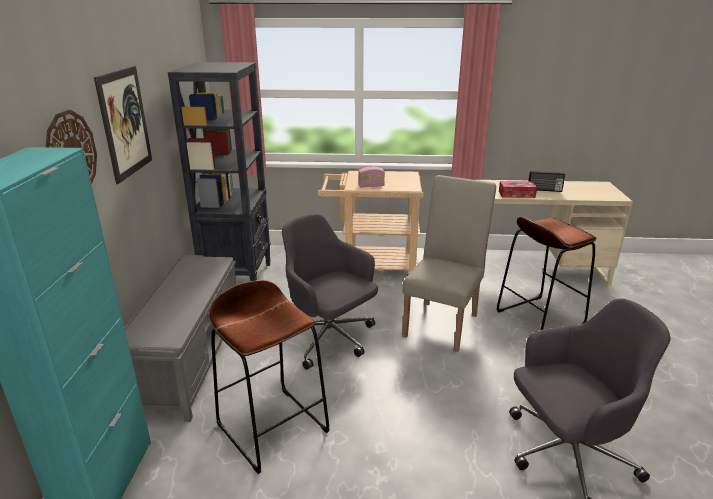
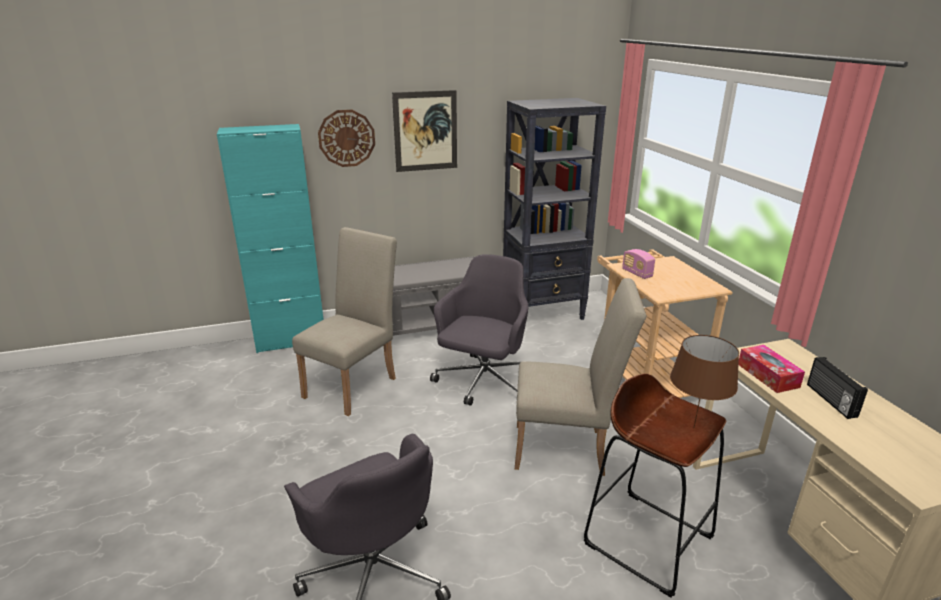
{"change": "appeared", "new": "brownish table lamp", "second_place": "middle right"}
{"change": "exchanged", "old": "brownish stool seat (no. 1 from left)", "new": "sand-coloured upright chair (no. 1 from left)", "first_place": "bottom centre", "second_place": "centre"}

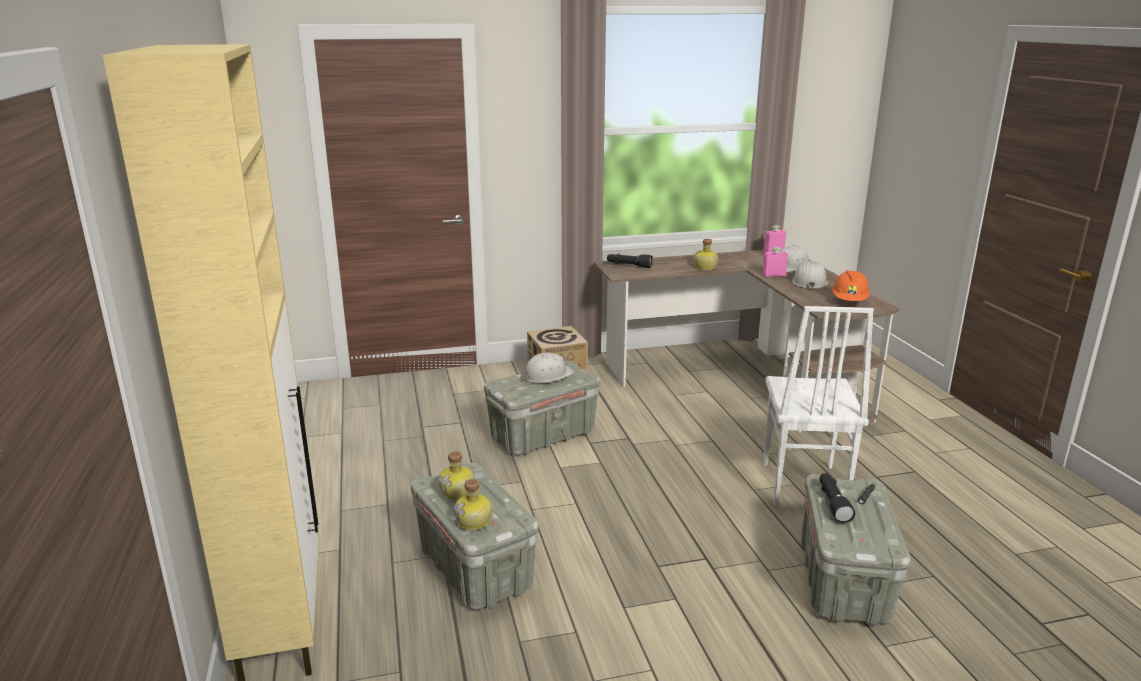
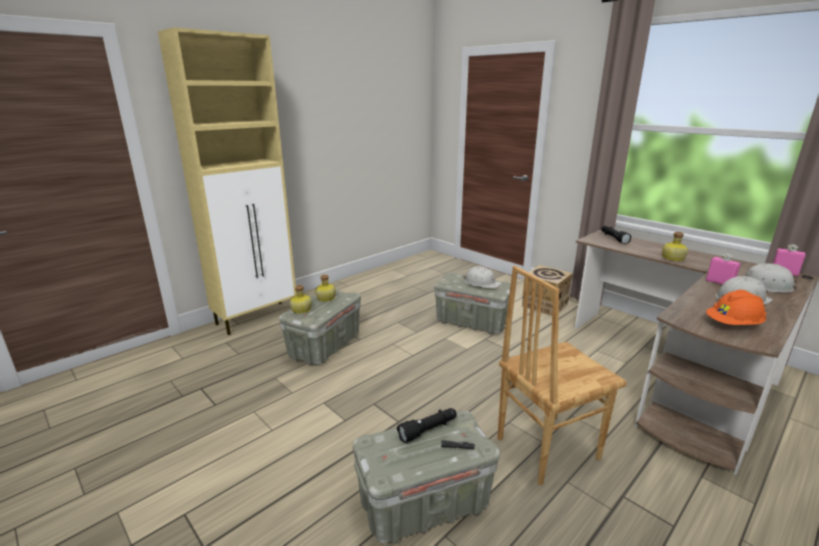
{"change": "colour", "old": "white upright chair", "new": "brownish upright chair", "first_place": "middle right", "second_place": "bottom right"}

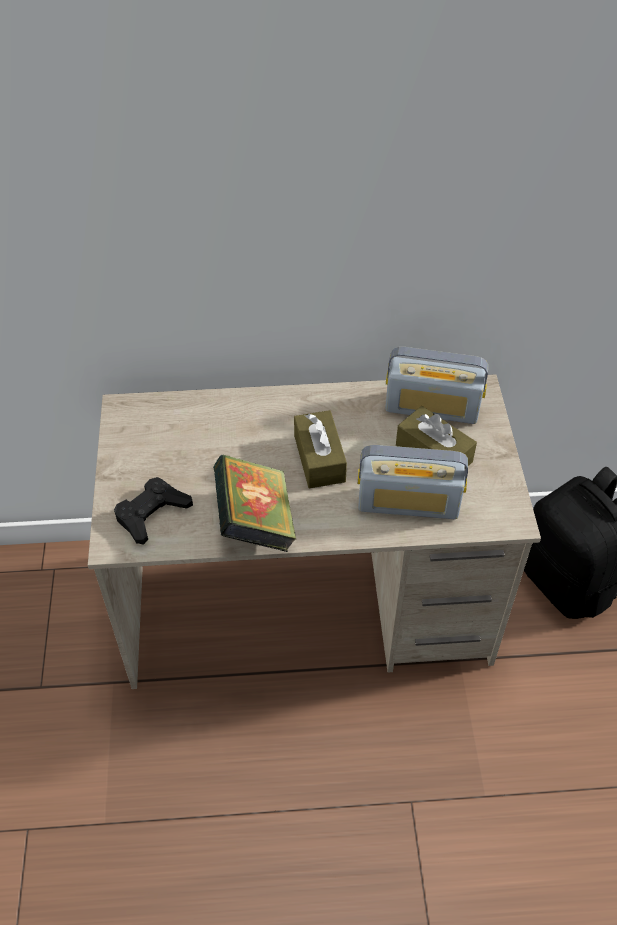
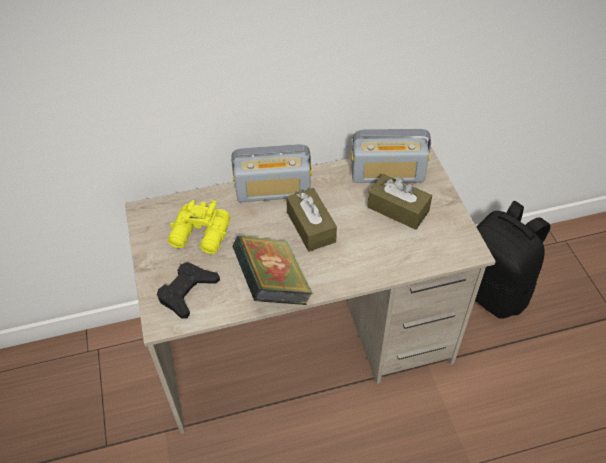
{"change": "appeared", "new": "yellow-coloured binoculars", "second_place": "middle left"}
{"change": "relocated", "old": "radio (no. 1 from left)", "first_place": "middle right", "second_place": "centre"}

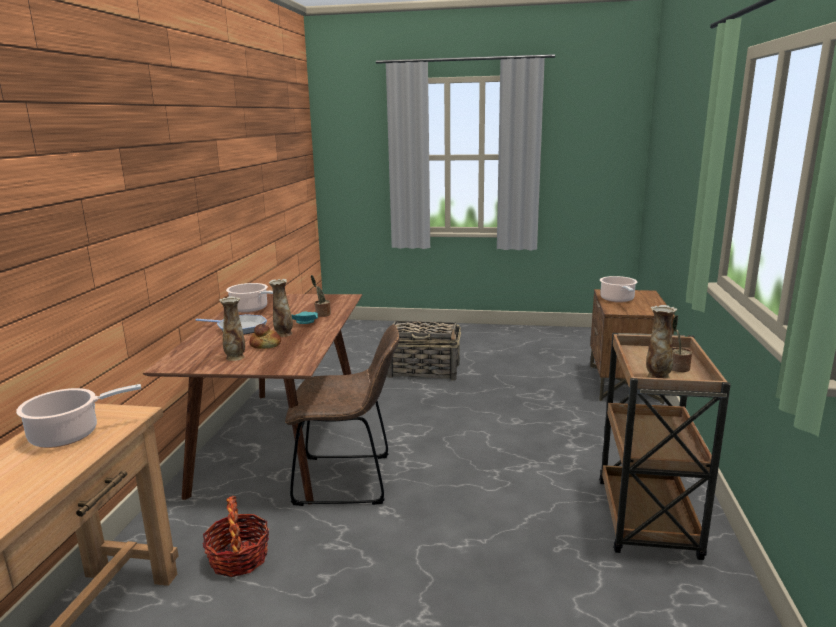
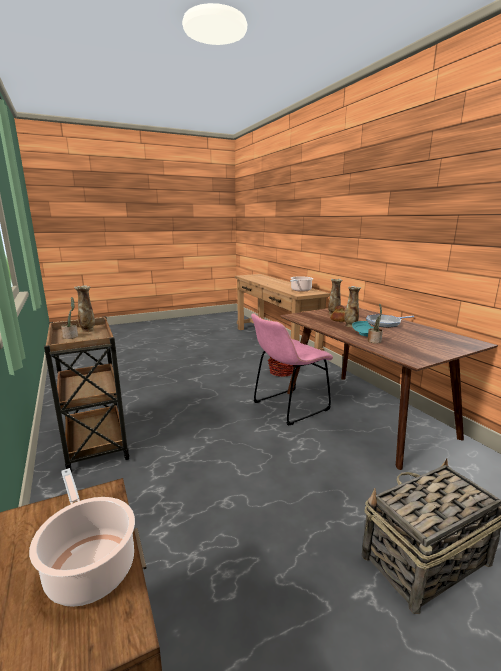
{"change": "missing", "old": "cooking pot (no. 2 from left)", "first_place": "middle left"}
{"change": "colour", "old": "brownish upright chair", "new": "pink-coloured upright chair", "first_place": "centre", "second_place": "centre"}

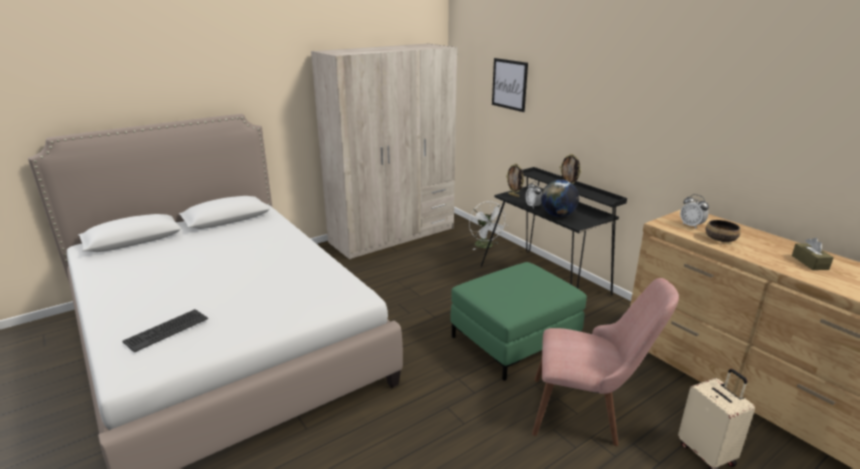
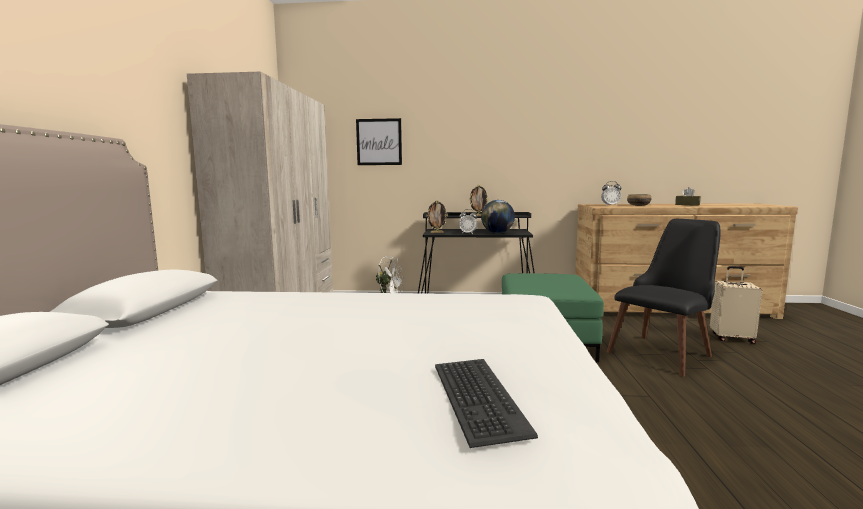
{"change": "colour", "old": "pink-coloured upright chair", "new": "black-coloured upright chair", "first_place": "bottom right", "second_place": "middle right"}

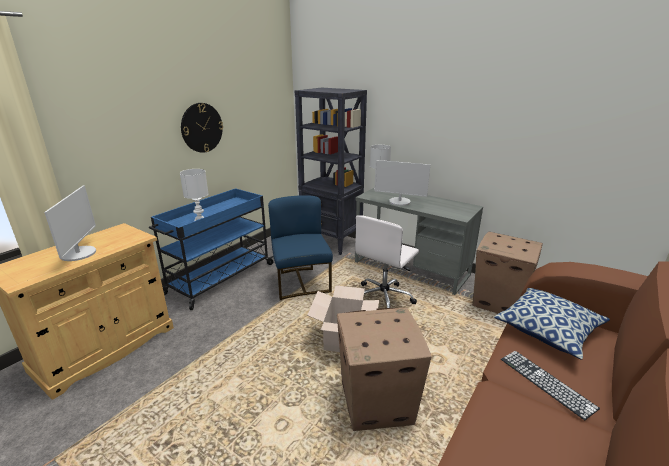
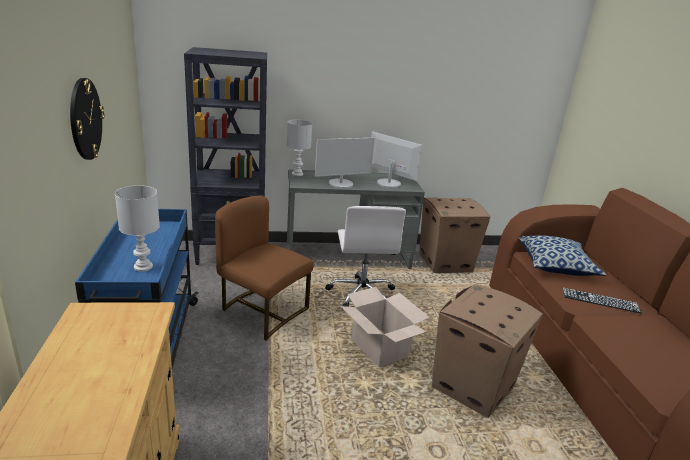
{"change": "relocated", "old": "monitor (no. 1 from left in the first image)", "new": "monitor (no. 2 from left)", "first_place": "middle left", "second_place": "centre"}
{"change": "colour", "old": "blue-coloured upright chair", "new": "brownish upright chair", "first_place": "centre", "second_place": "centre"}

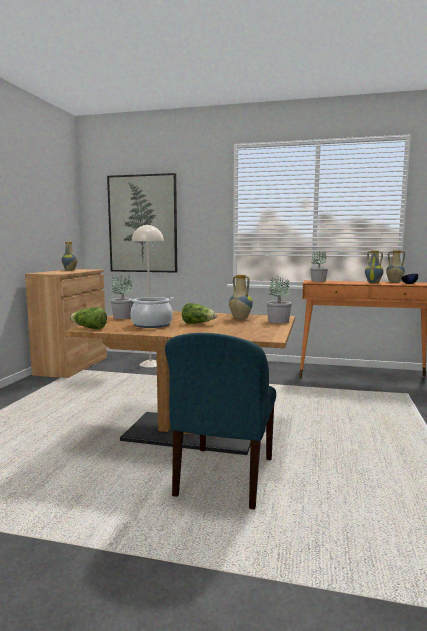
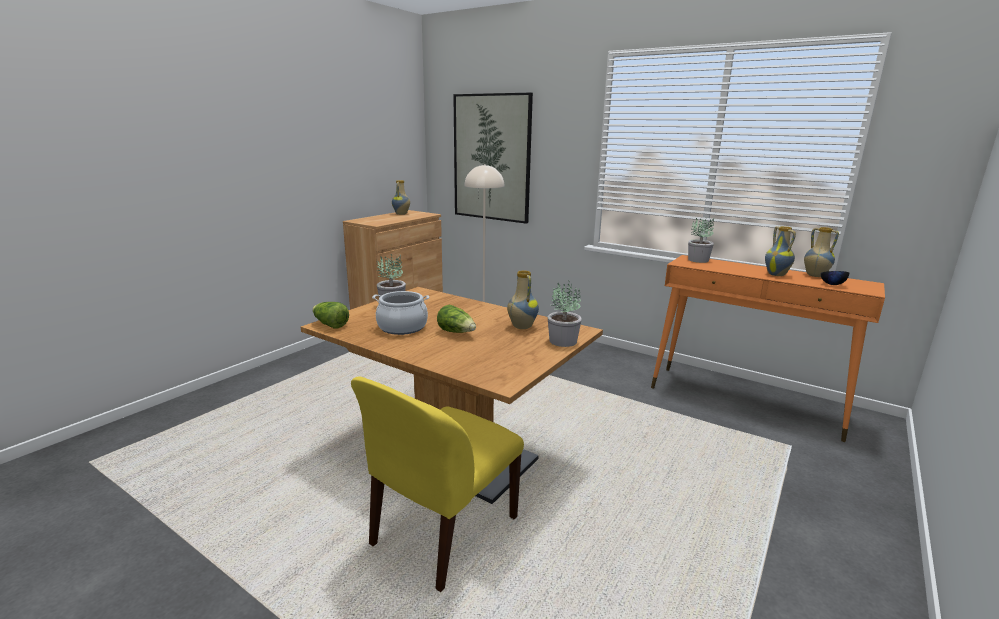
{"change": "colour", "old": "blue-coloured upright chair", "new": "yellow-coloured upright chair", "first_place": "bottom centre", "second_place": "bottom centre"}

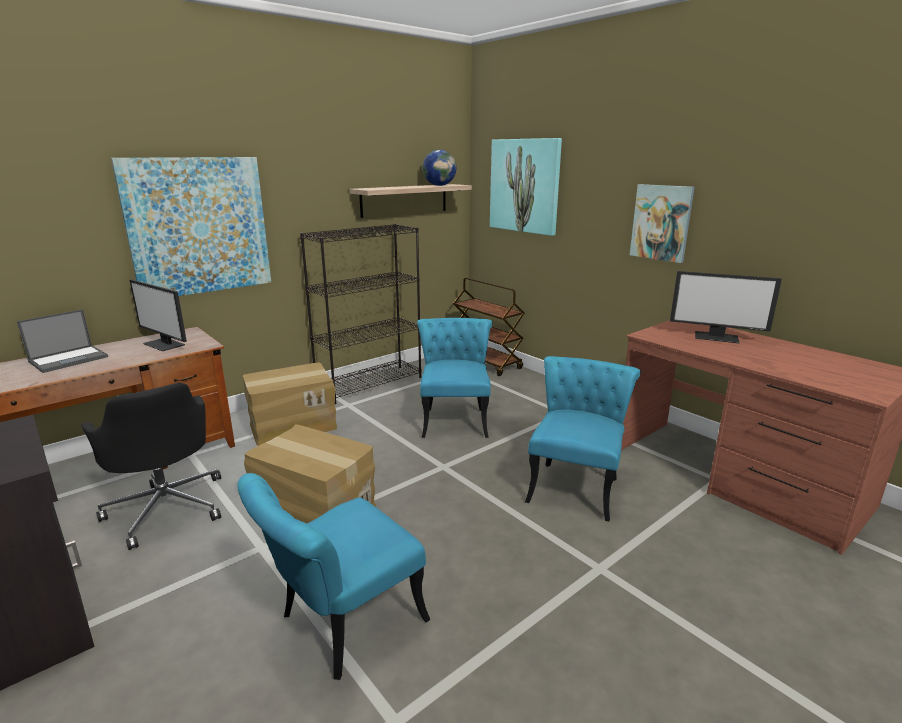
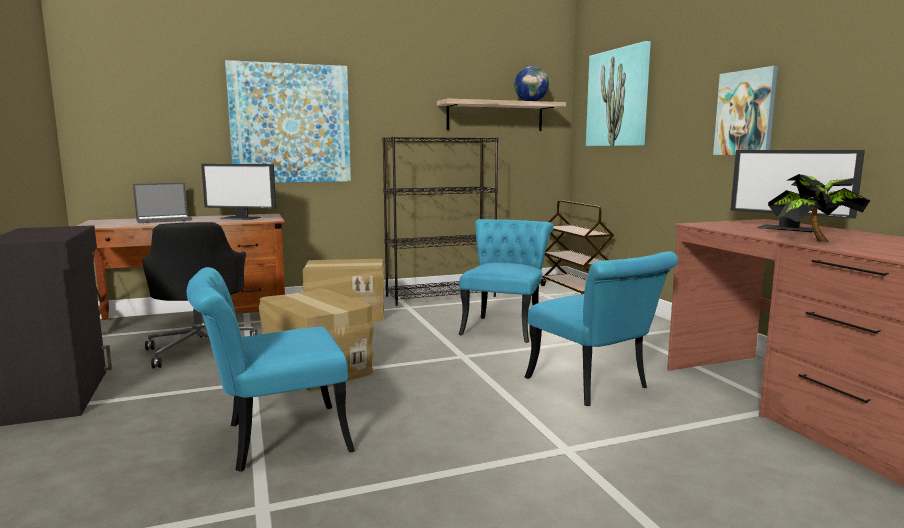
{"change": "appeared", "new": "potted plant", "second_place": "middle right"}
{"change": "spun", "old": "monitor (no. 1 from left)", "first_place": "middle left", "second_place": "middle left", "degrees": -45}
{"change": "spun", "old": "blue-green upright chair (no. 3 from left)", "first_place": "centre", "second_place": "centre", "degrees": 105}

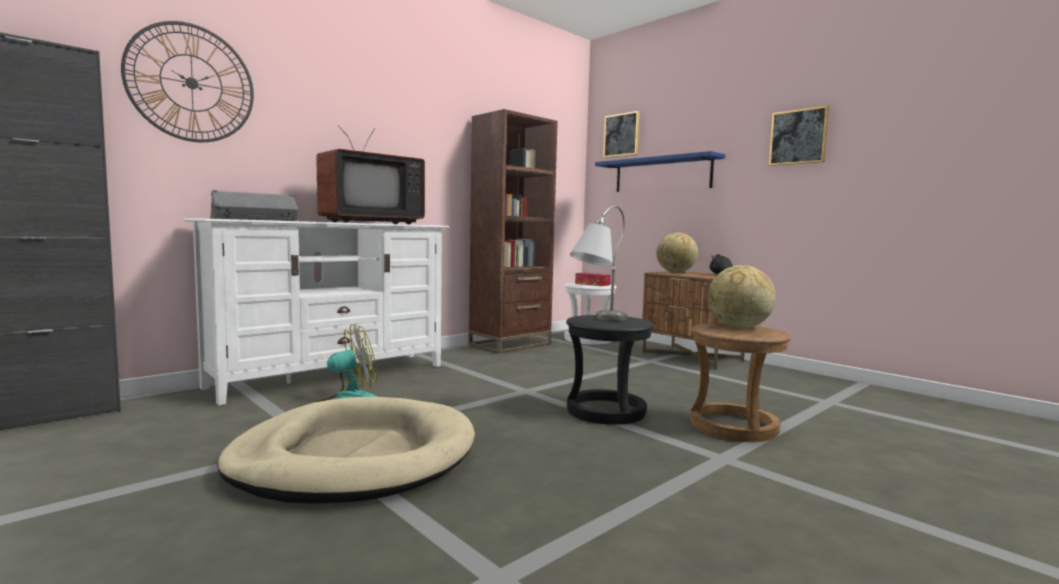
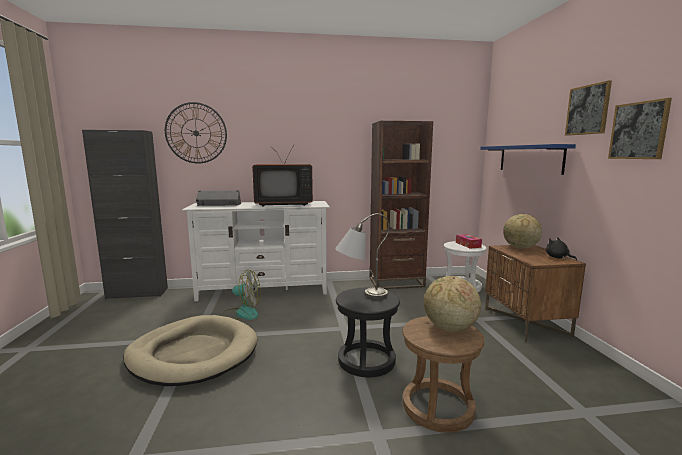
{"change": "relocated", "old": "picture (no. 1 from left)", "first_place": "top centre", "second_place": "top right"}

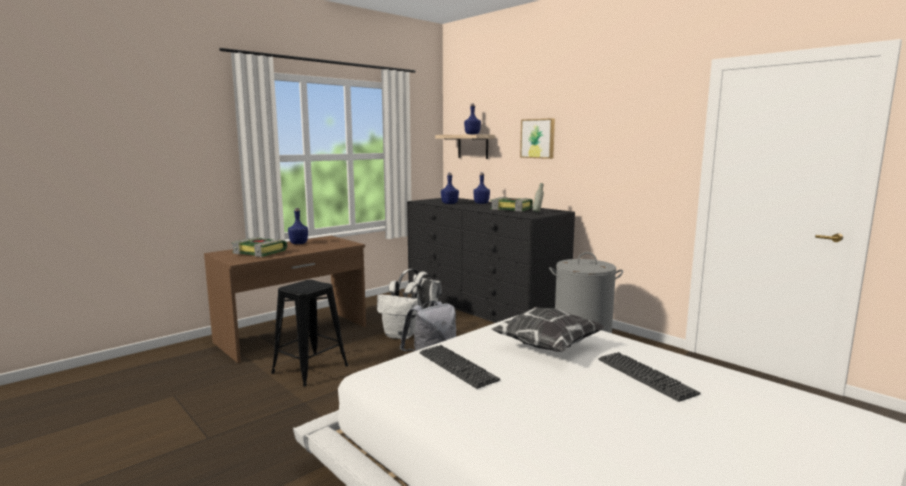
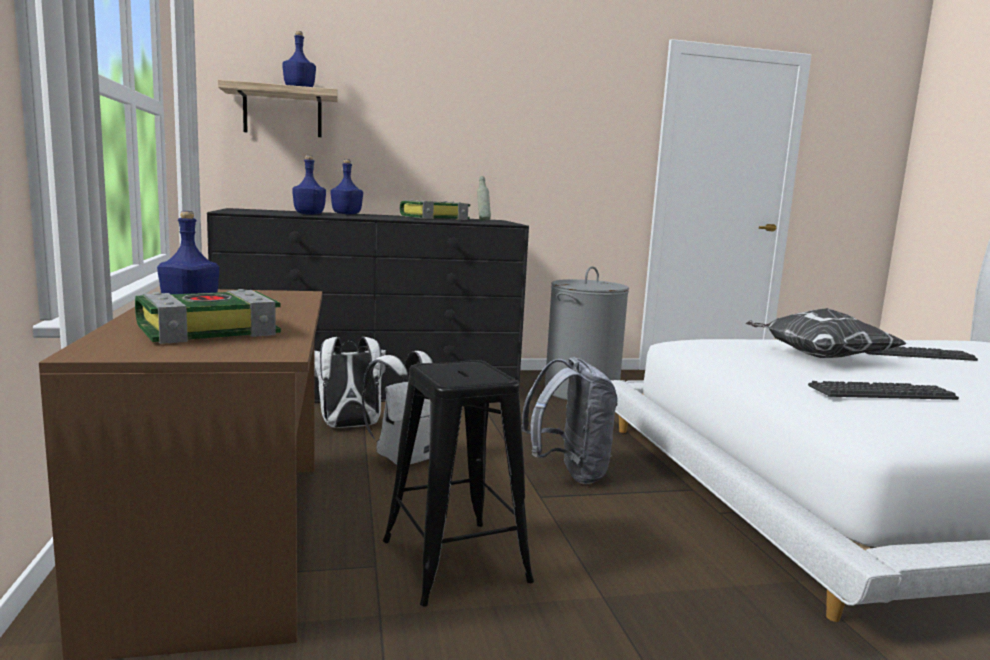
{"change": "missing", "old": "picture", "first_place": "top centre"}

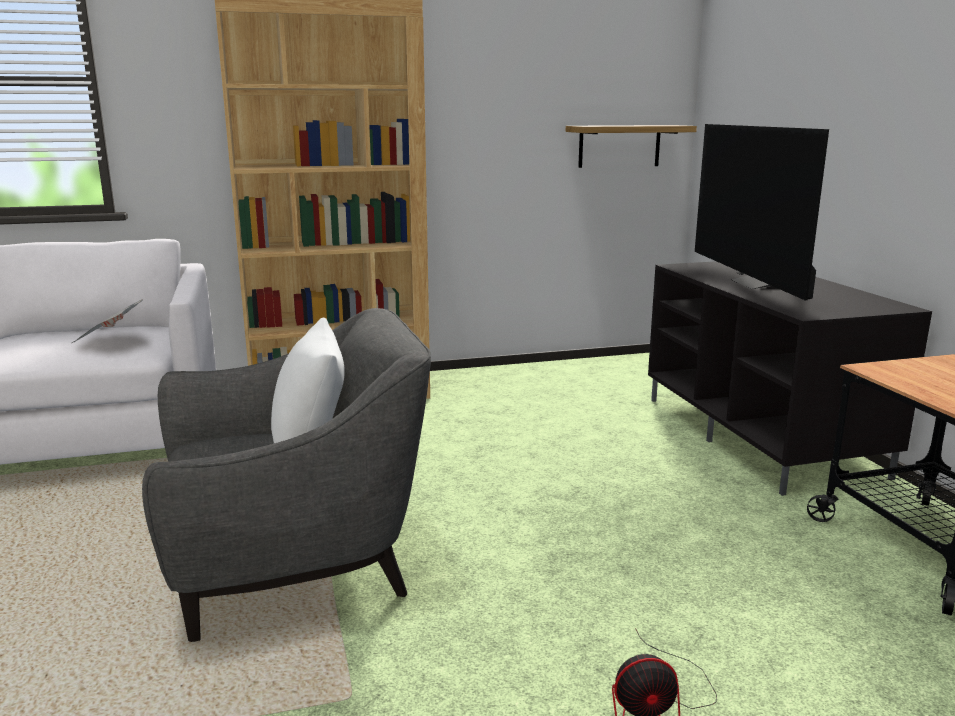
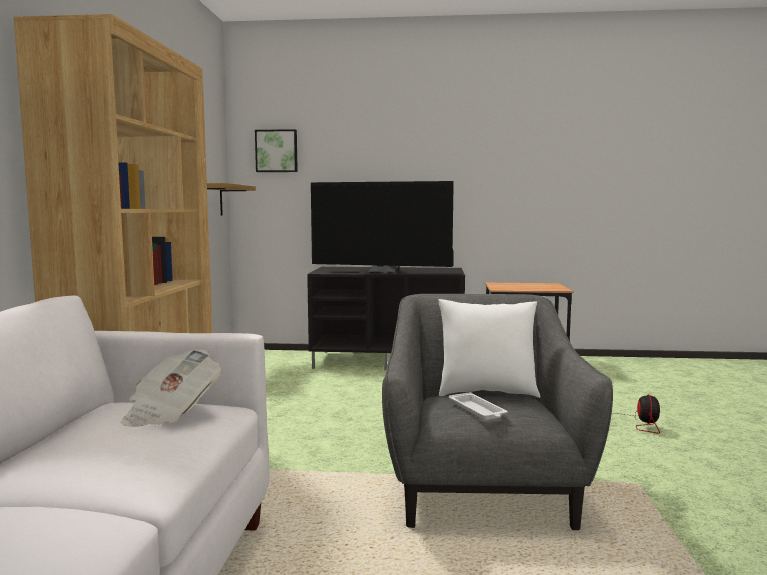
{"change": "appeared", "new": "picture", "second_place": "top centre"}
{"change": "appeared", "new": "white tray", "second_place": "bottom centre"}

